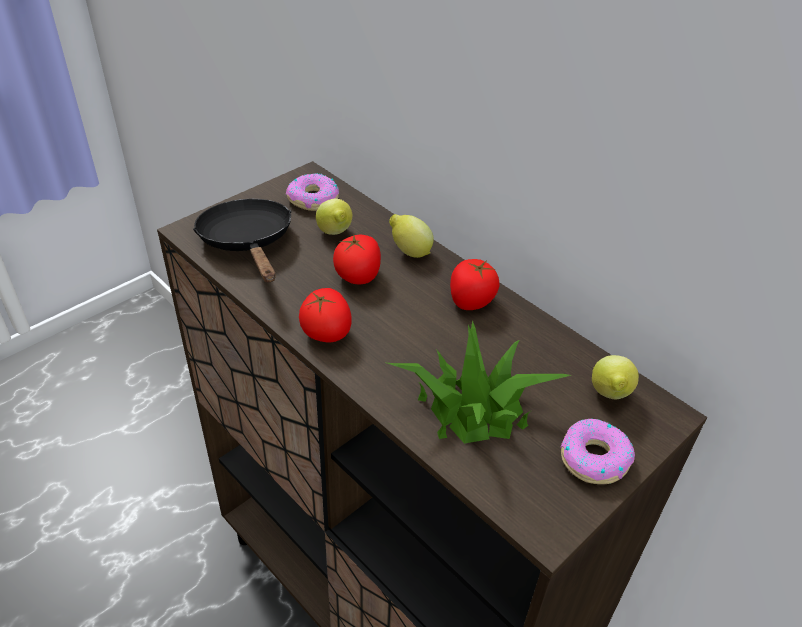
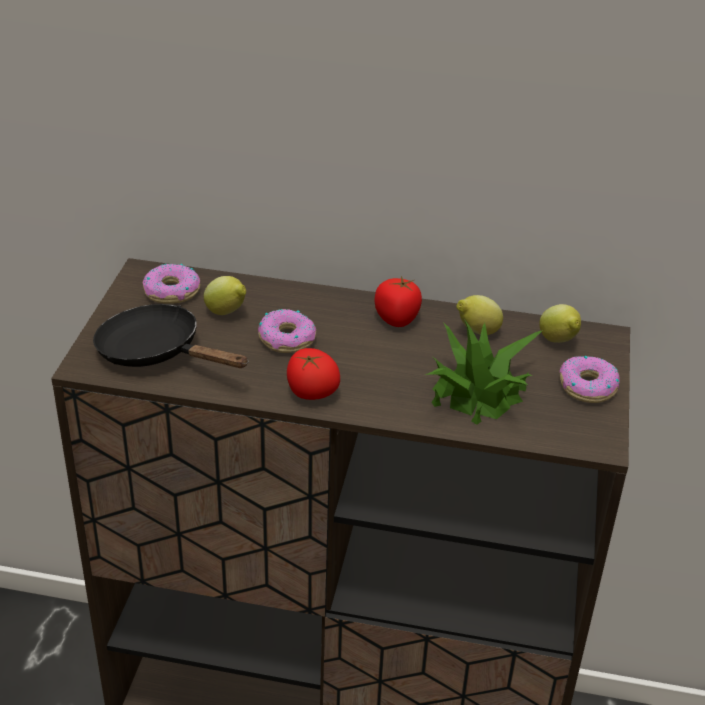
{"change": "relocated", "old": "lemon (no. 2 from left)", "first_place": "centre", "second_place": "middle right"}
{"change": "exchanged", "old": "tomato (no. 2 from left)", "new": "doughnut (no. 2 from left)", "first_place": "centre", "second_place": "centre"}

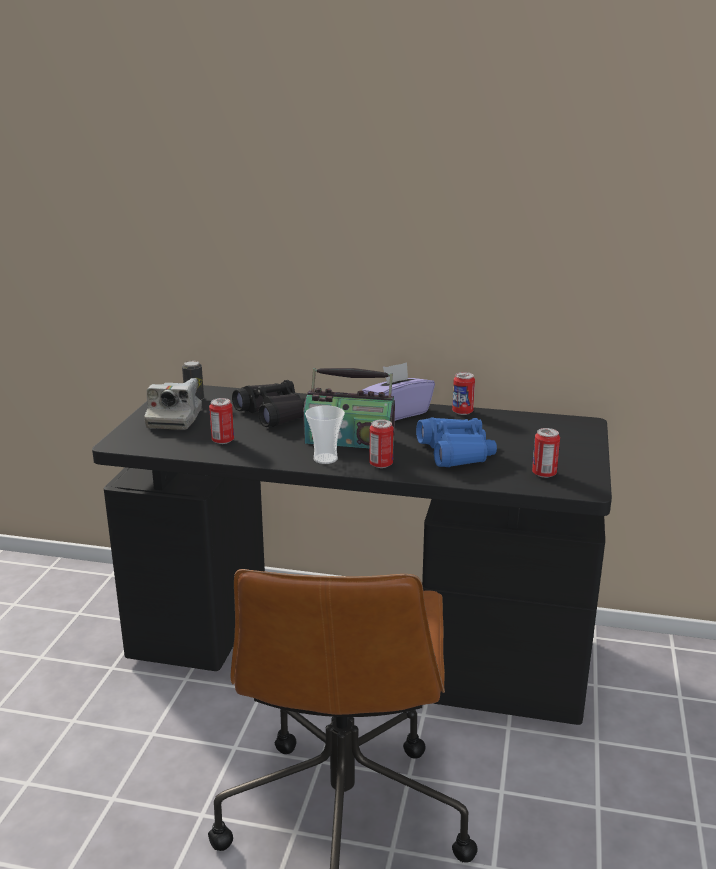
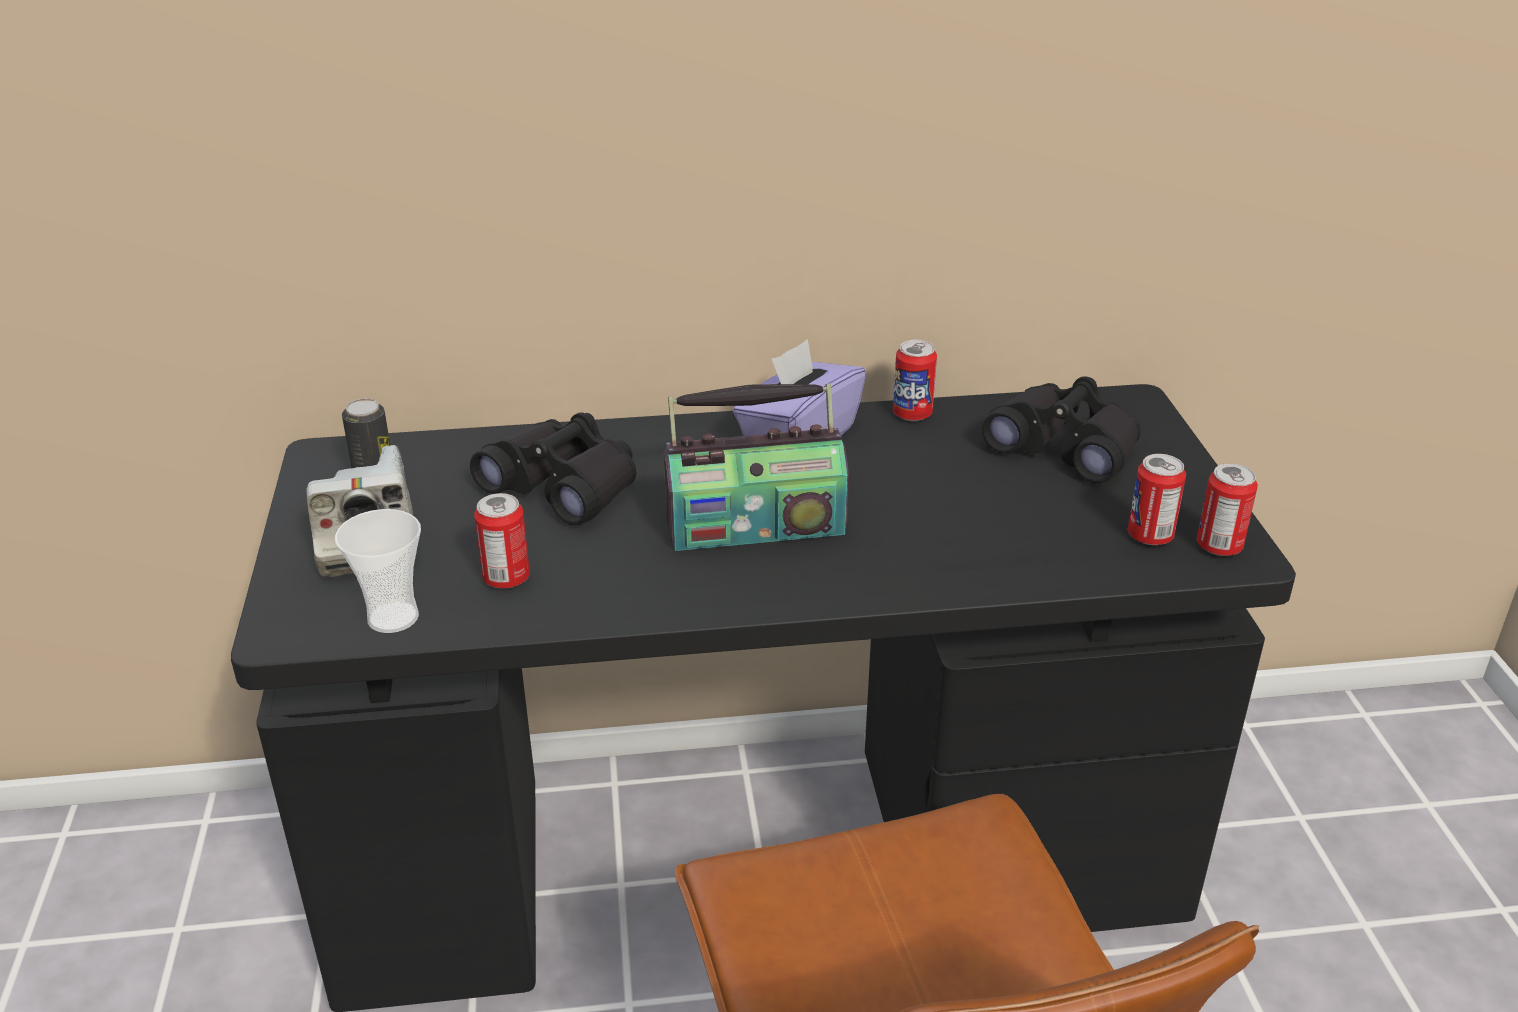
{"change": "missing", "old": "blue-coloured binoculars", "first_place": "centre"}
{"change": "appeared", "new": "black-coloured binoculars (no. 2 from left)", "second_place": "middle right"}
{"change": "relocated", "old": "drinking cup", "first_place": "centre", "second_place": "middle left"}
{"change": "relocated", "old": "metal can (no. 3 from left in the first image)", "new": "metal can (no. 5 from left)", "first_place": "centre", "second_place": "middle right"}

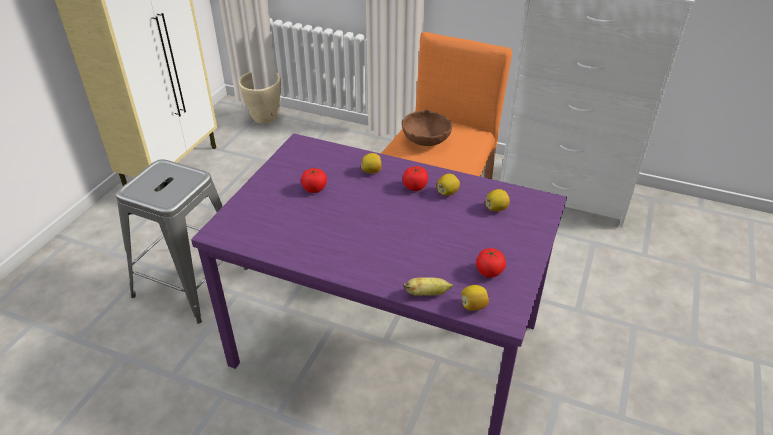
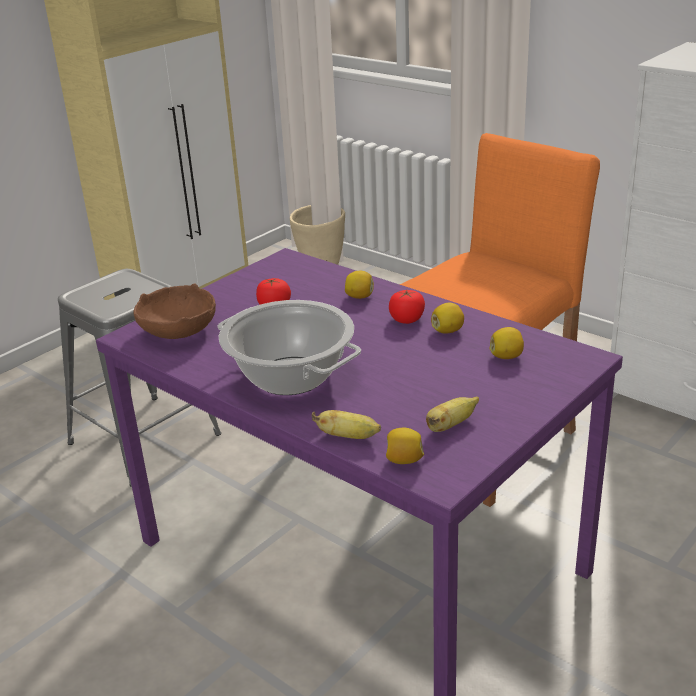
{"change": "appeared", "new": "cooking pot", "second_place": "centre"}
{"change": "relocated", "old": "brownish bowl", "first_place": "top centre", "second_place": "middle left"}
{"change": "exchanged", "old": "tomato (no. 3 from left)", "new": "banana fruit (no. 2 from left)", "first_place": "centre", "second_place": "centre"}

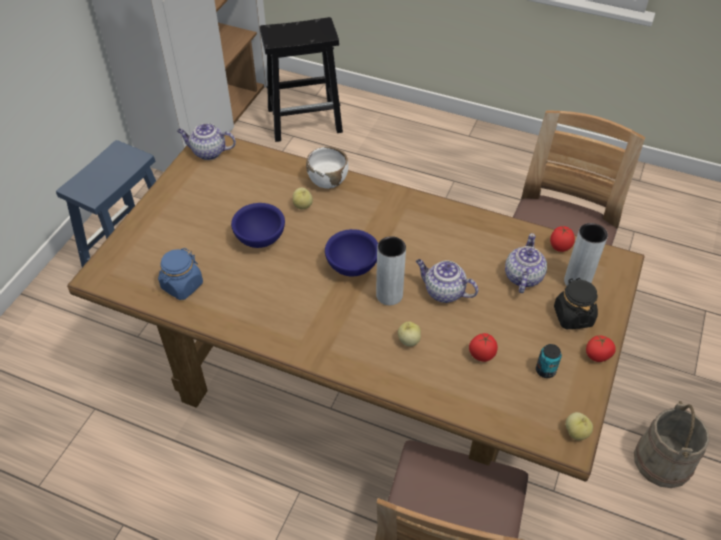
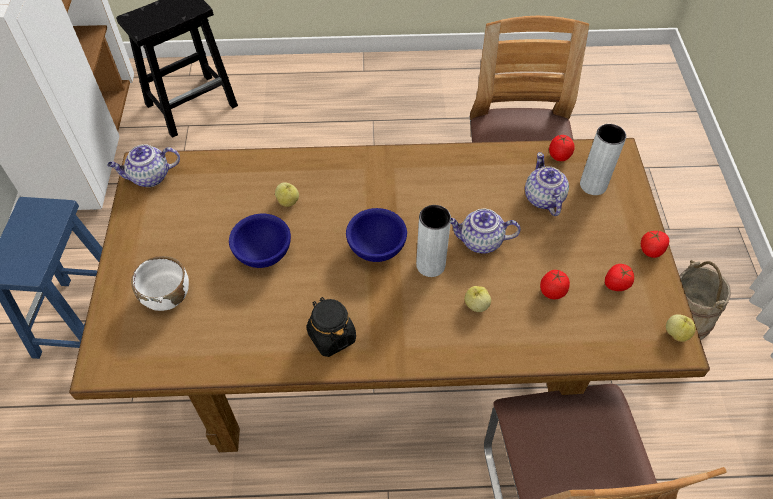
{"change": "missing", "old": "blue-coloured storage jar", "first_place": "middle left"}
{"change": "relocated", "old": "white bowl", "first_place": "top centre", "second_place": "middle left"}
{"change": "relocated", "old": "black-coloured storage jar", "first_place": "middle right", "second_place": "centre"}
{"change": "exchanged", "old": "metal can", "new": "tomato (no. 3 from left)", "first_place": "bottom right", "second_place": "middle right"}

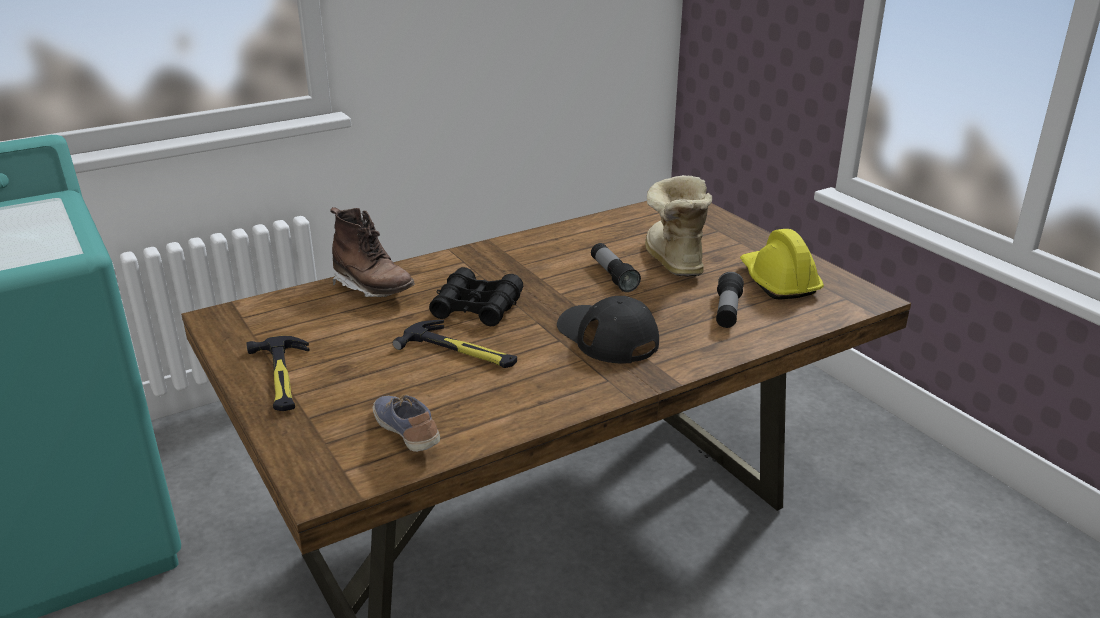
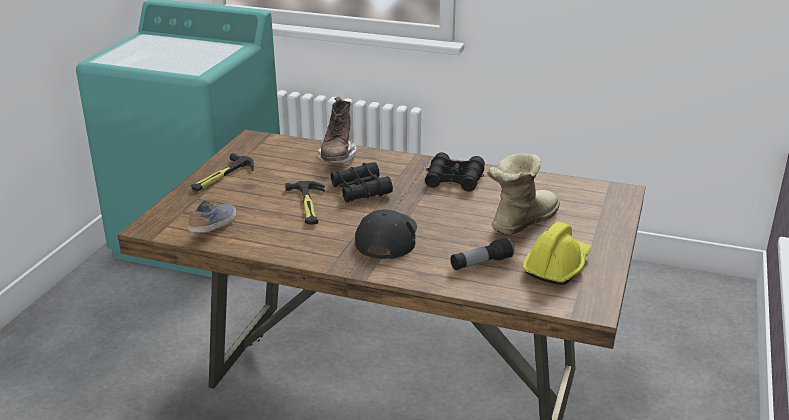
{"change": "missing", "old": "hand torch (no. 1 from left)", "first_place": "centre"}
{"change": "appeared", "new": "black-coloured binoculars (no. 2 from left)", "second_place": "centre"}

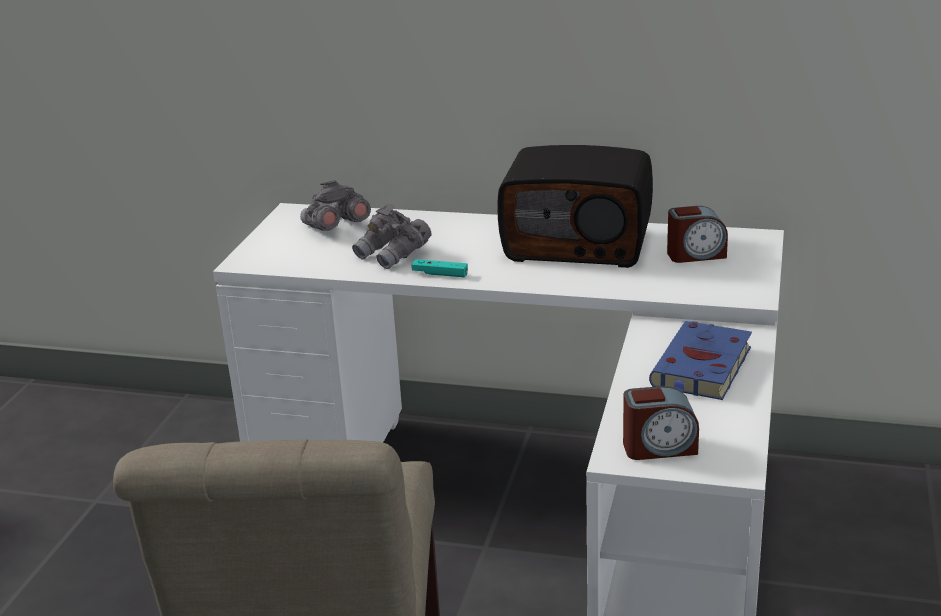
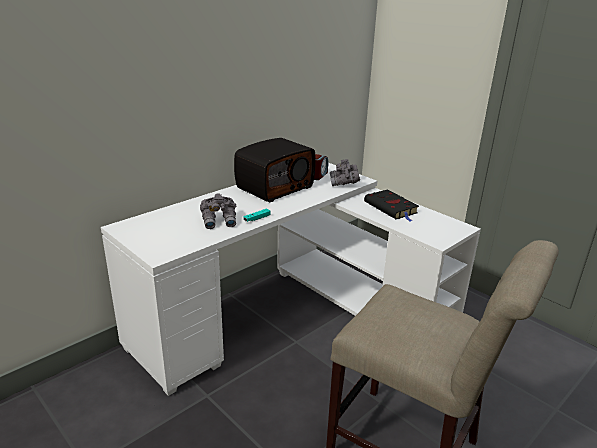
{"change": "missing", "old": "alarm clock (no. 1 from left)", "first_place": "bottom right"}
{"change": "relocated", "old": "greyish binoculars (no. 1 from left in the first image)", "new": "greyish binoculars (no. 2 from left)", "first_place": "top centre", "second_place": "centre"}
{"change": "colour", "old": "blue-coloured volume", "new": "black-coloured volume", "first_place": "middle right", "second_place": "centre"}

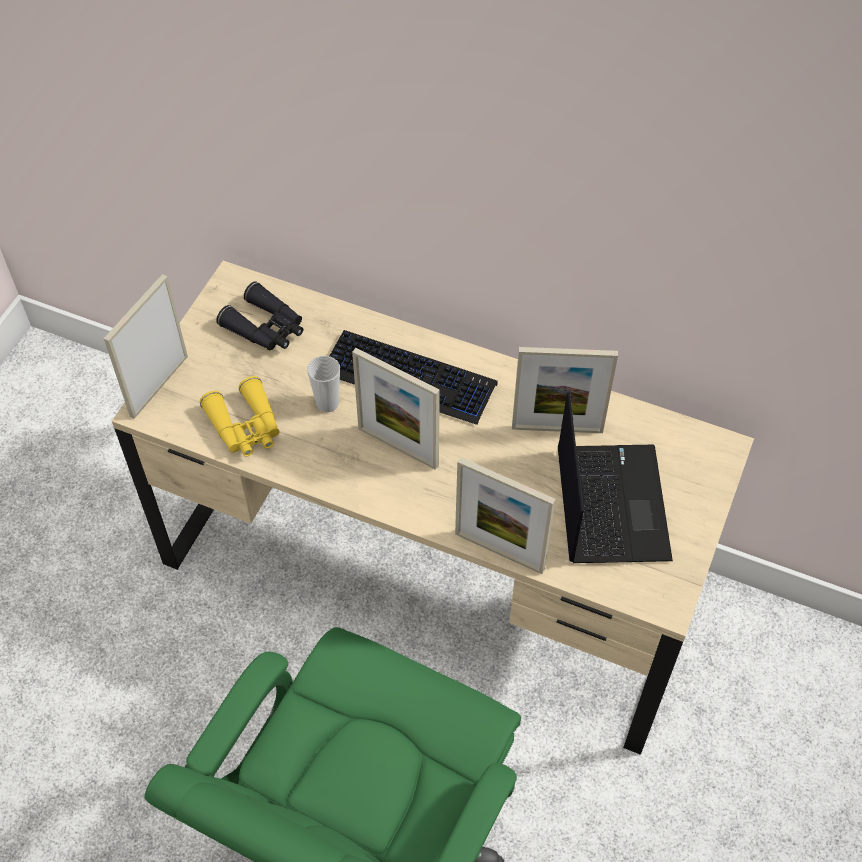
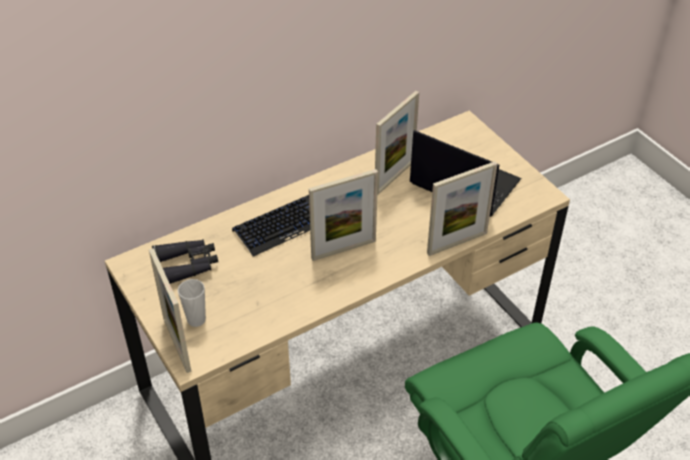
{"change": "missing", "old": "yellow-coloured binoculars", "first_place": "middle left"}
{"change": "relocated", "old": "drinking cup", "first_place": "centre", "second_place": "middle left"}

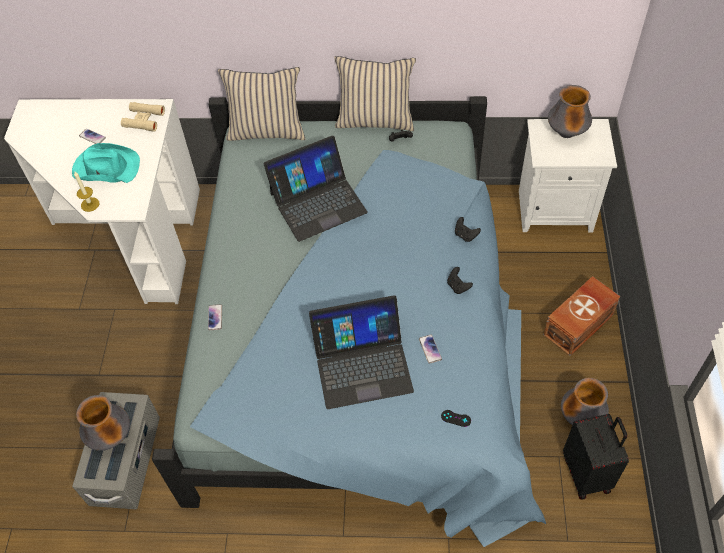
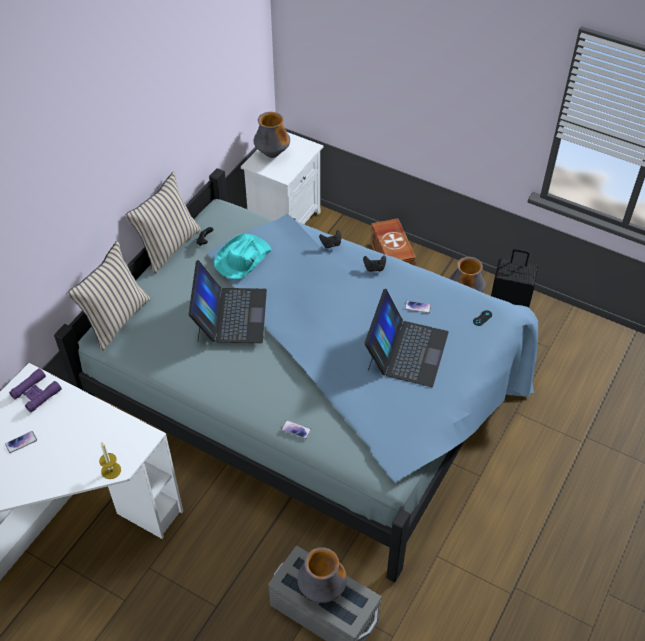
{"change": "relocated", "old": "blue-green clothing hat", "first_place": "top left", "second_place": "centre"}
{"change": "colour", "old": "sand-coloured binoculars", "new": "purple binoculars", "first_place": "top left", "second_place": "middle left"}

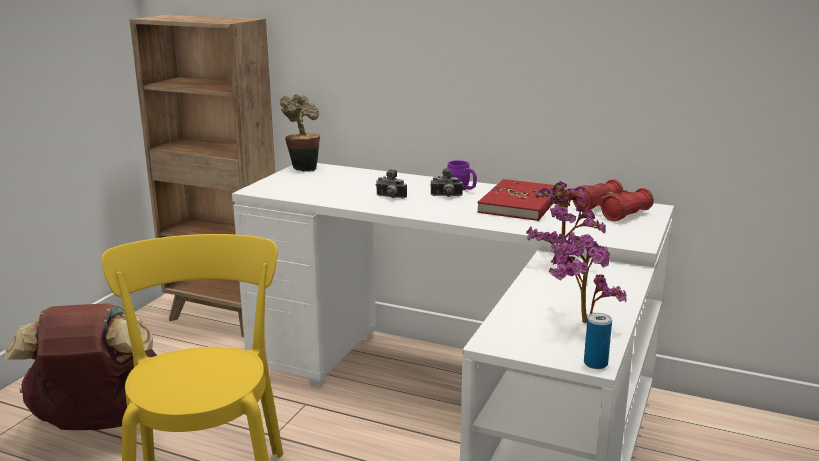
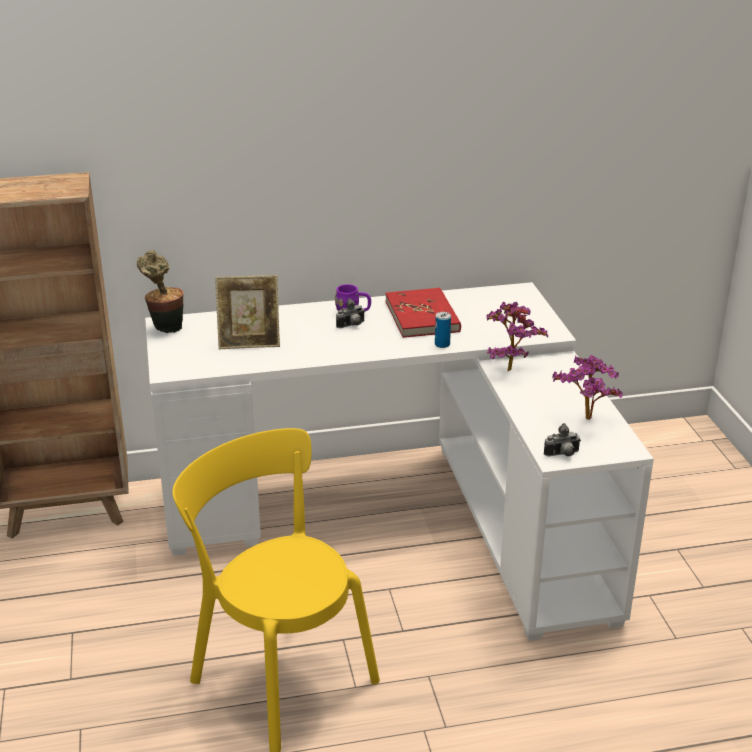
{"change": "missing", "old": "brownish rucksack", "first_place": "bottom left"}
{"change": "missing", "old": "red-coloured binoculars", "first_place": "middle right"}
{"change": "appeared", "new": "standing frame", "second_place": "middle left"}
{"change": "relocated", "old": "photo camera (no. 1 from left in the first image)", "new": "photo camera (no. 2 from left)", "first_place": "centre", "second_place": "middle right"}
{"change": "relocated", "old": "metal can", "first_place": "bottom right", "second_place": "centre"}

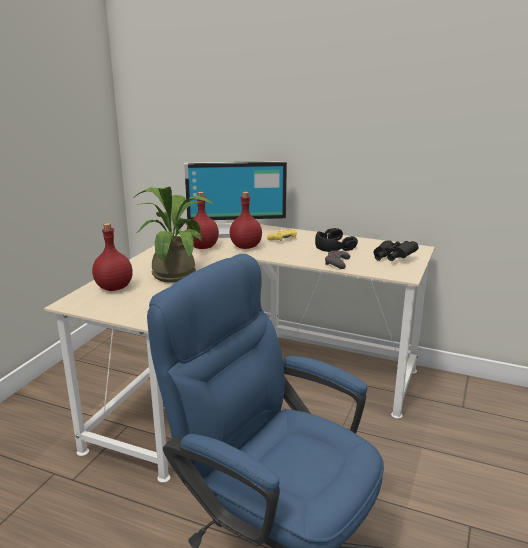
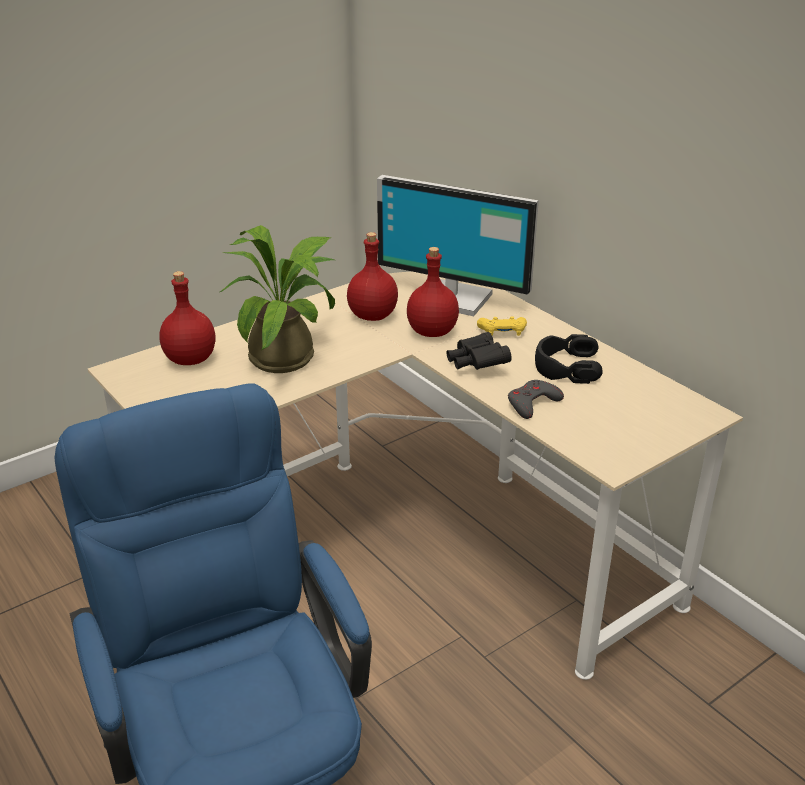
{"change": "relocated", "old": "black-coloured binoculars", "first_place": "middle right", "second_place": "centre"}

